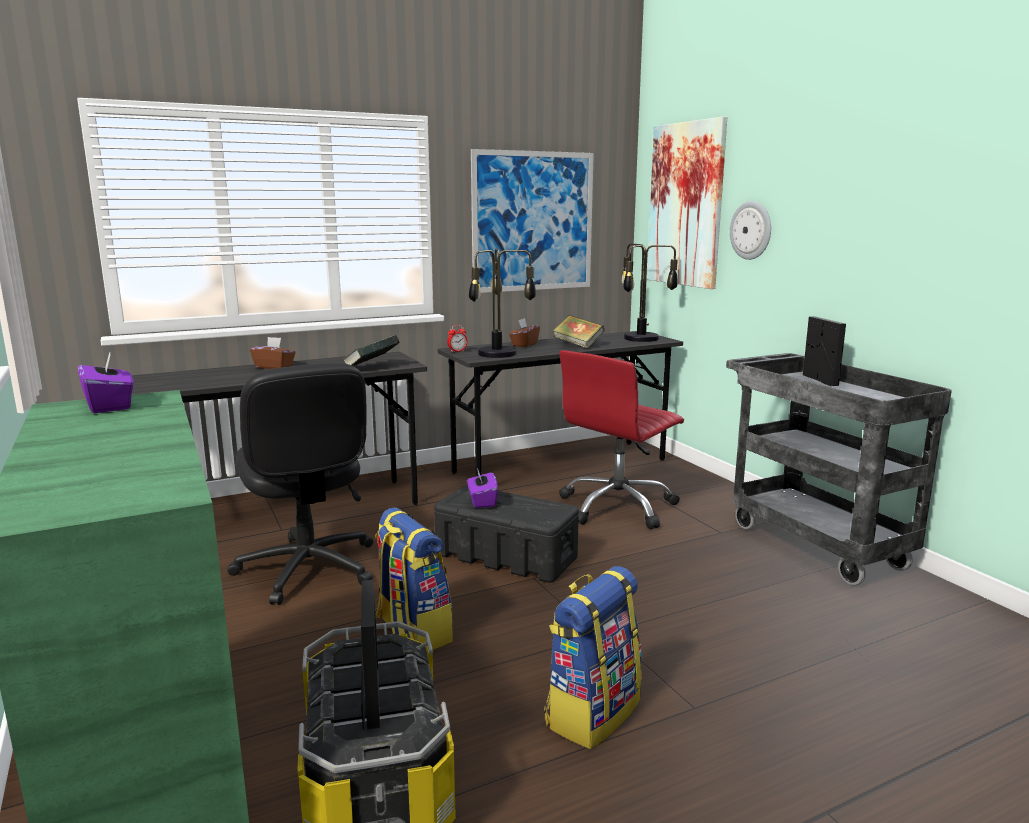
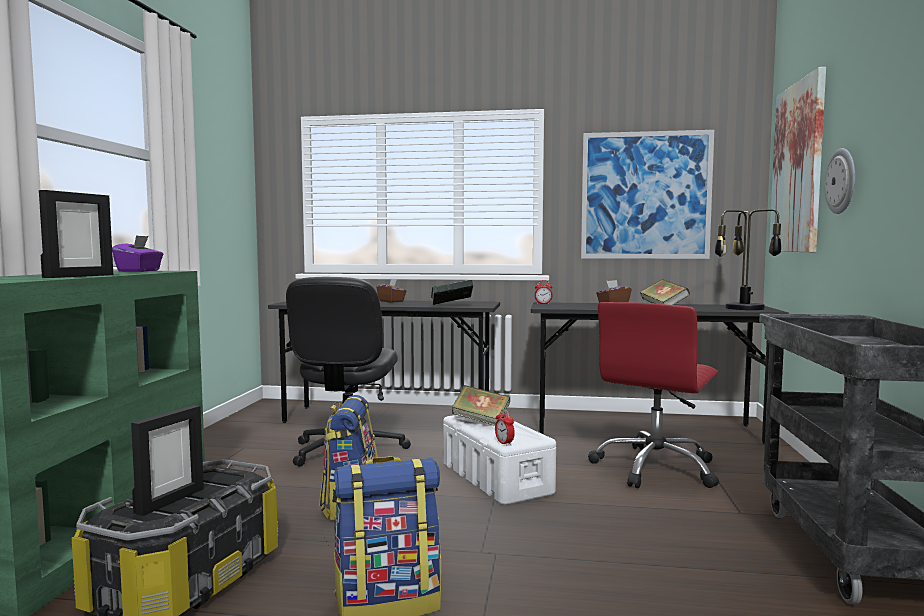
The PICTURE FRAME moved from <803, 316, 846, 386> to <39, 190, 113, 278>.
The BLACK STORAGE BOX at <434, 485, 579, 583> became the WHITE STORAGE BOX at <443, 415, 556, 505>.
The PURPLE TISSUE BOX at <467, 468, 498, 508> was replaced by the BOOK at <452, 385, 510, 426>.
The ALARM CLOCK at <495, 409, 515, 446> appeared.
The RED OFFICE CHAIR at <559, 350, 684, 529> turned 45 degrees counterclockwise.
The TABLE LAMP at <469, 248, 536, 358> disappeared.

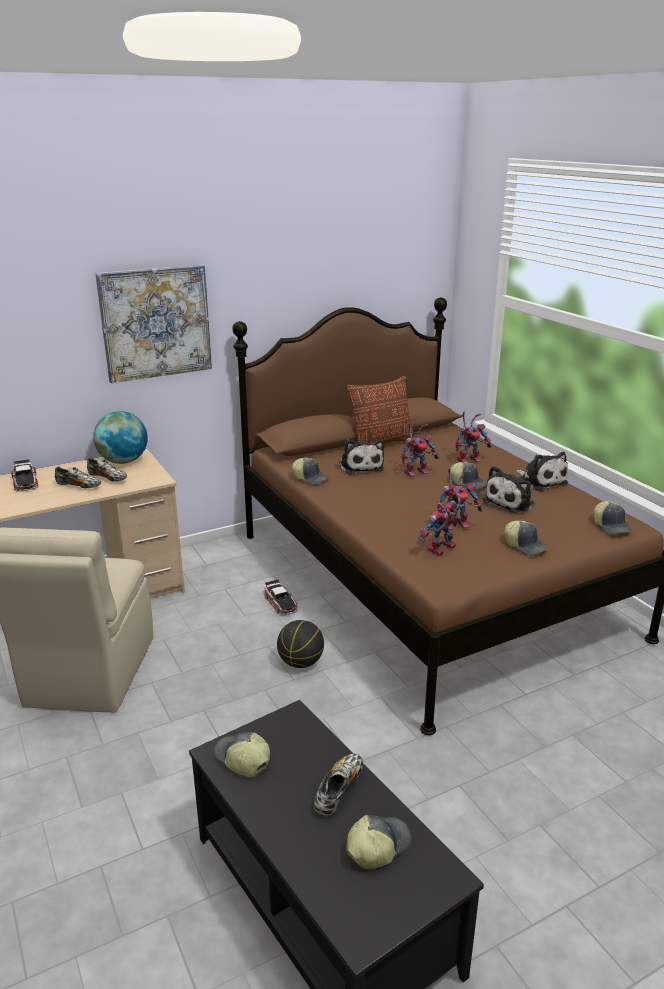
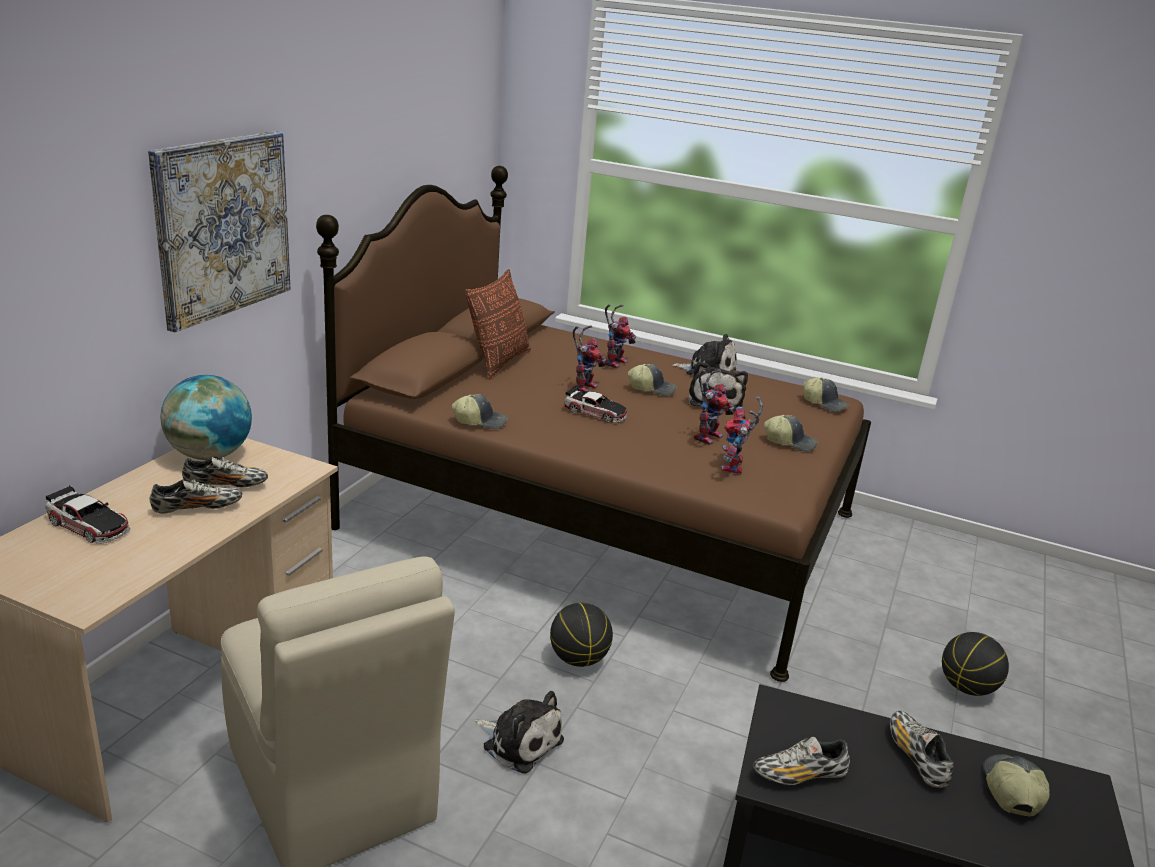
The PLUSH TOY moved from <339, 440, 384, 475> to <475, 691, 564, 774>.
The TOY CAR moved from <264, 580, 298, 615> to <564, 386, 627, 423>.
The CAP at <213, 732, 270, 777> was replaced by the SHOE at <753, 737, 850, 785>.
The BASKETBALL at <942, 632, 1009, 696> appeared.

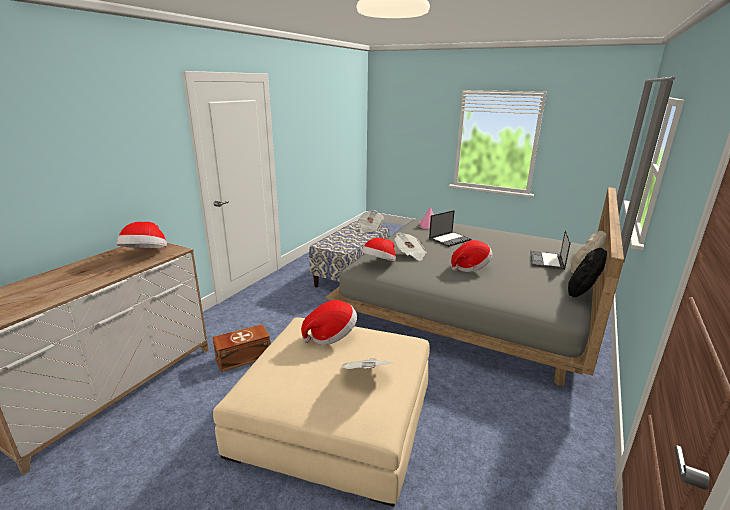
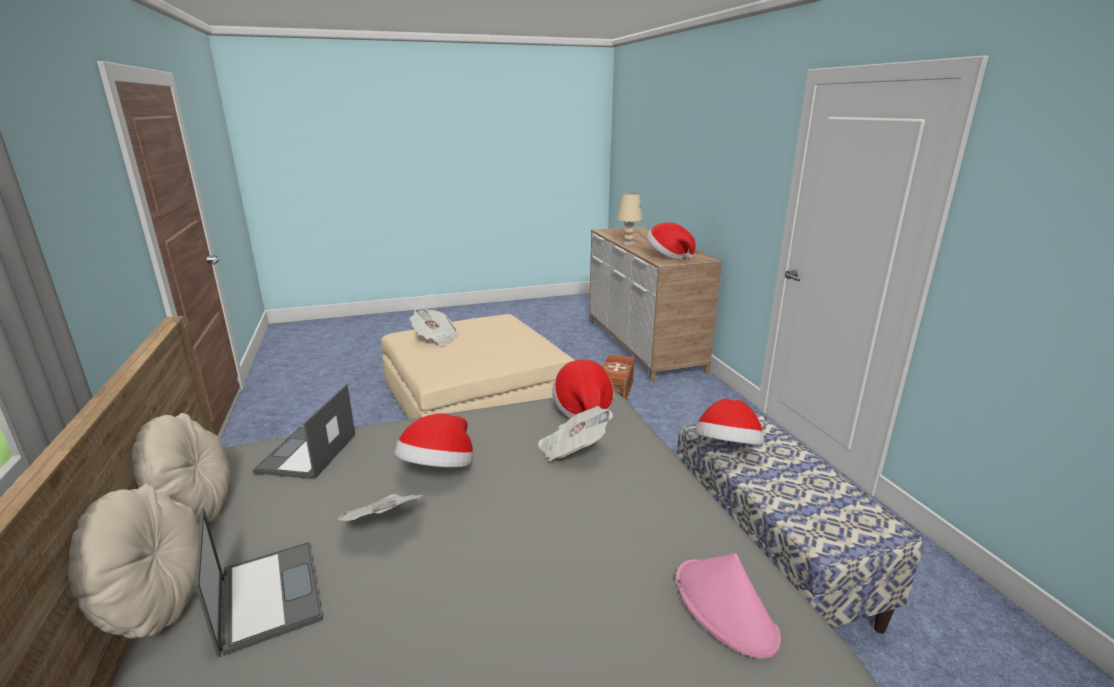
The BLACK PILLOW at <568, 248, 607, 297> became the BEIGE PILLOW at <132, 413, 230, 527>.
The LAPTOP moved from <429, 210, 472, 247> to <253, 384, 355, 479>.
The NEWSPAPER moved from <358, 210, 384, 233> to <337, 494, 425, 521>.
The BEIGE TABLE LAMP at <617, 192, 642, 245> appeared.
The HAT moved from <301, 300, 357, 345> to <695, 398, 764, 445>.

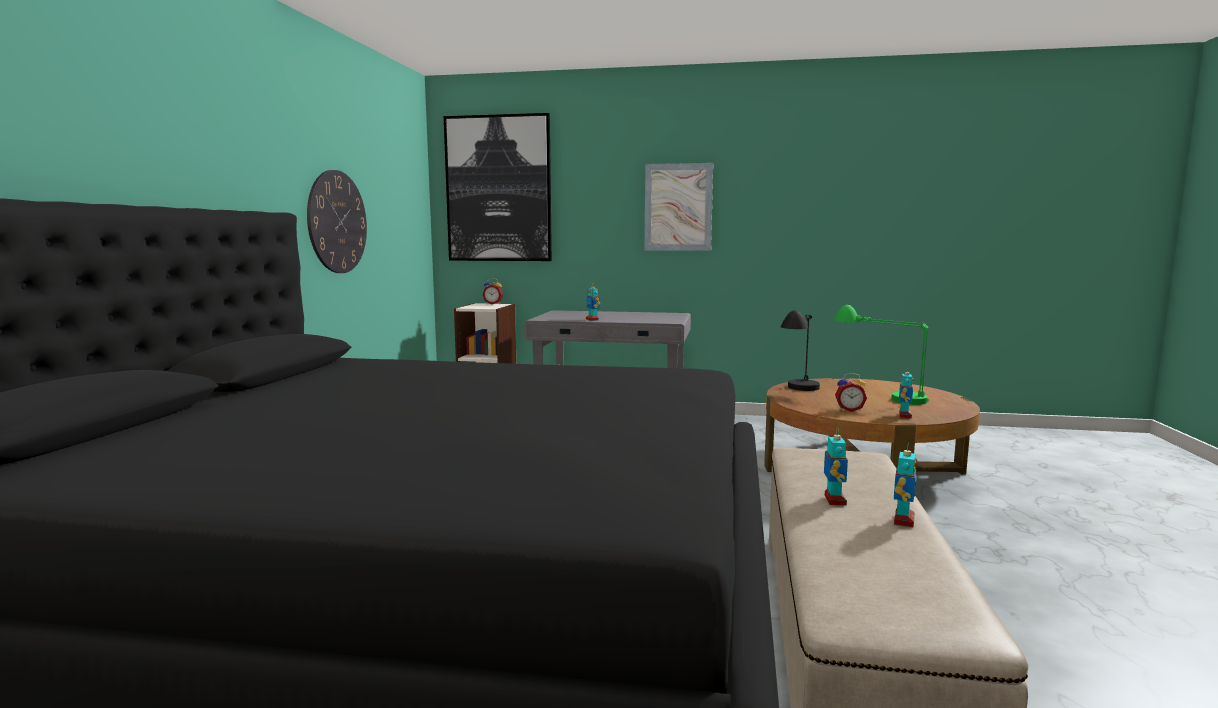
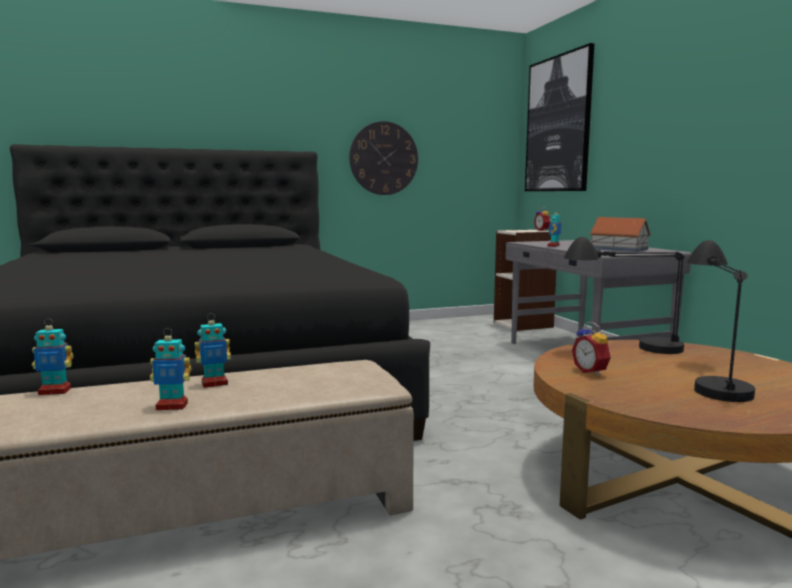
The TOY ROBOT moved from <899, 367, 913, 418> to <32, 318, 74, 395>.
The TOY HOUSE at <590, 217, 651, 252> appeared.
The GREEN TABLE LAMP at <834, 305, 929, 405> became the BLACK TABLE LAMP at <687, 240, 755, 402>.
The PICTURE at <645, 163, 713, 251> disappeared.

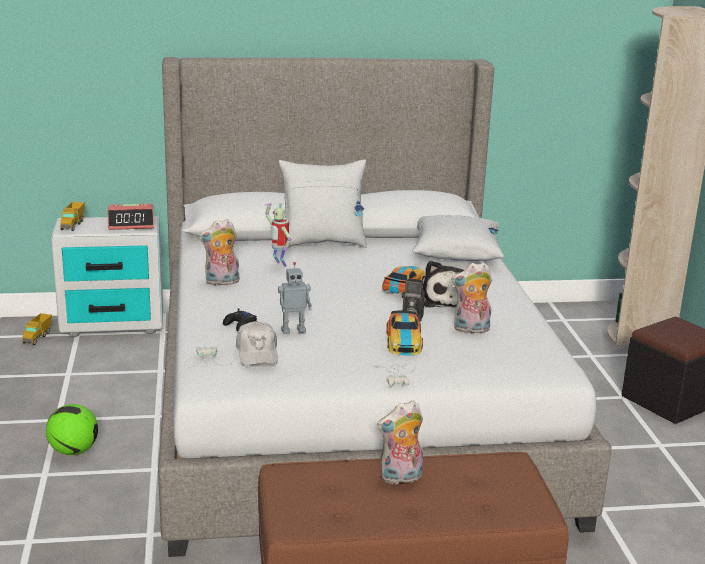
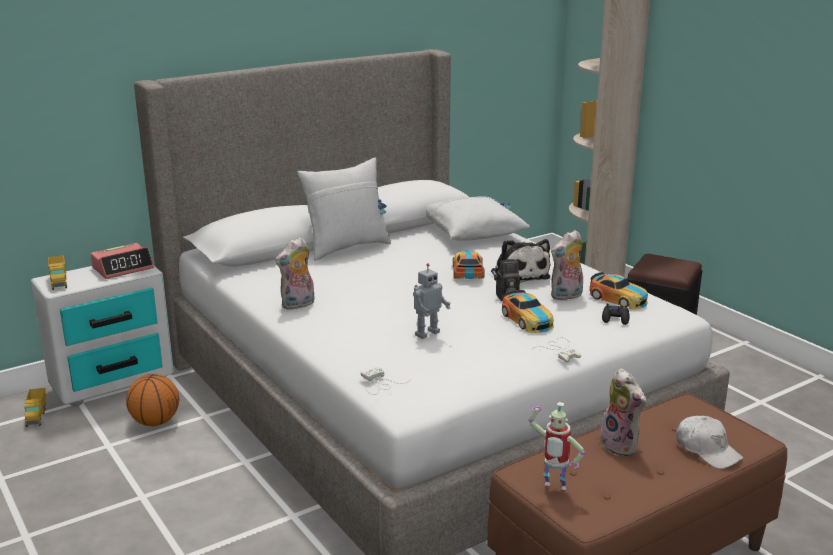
The BASKETBALL at <126, 374, 179, 426> appeared.
The TOY ROBOT moved from <265, 202, 291, 269> to <529, 402, 585, 490>.
The TOY CAR at <589, 272, 648, 309> appeared.
The PLUSH TOY at <377, 401, 423, 484> turned 75 degrees counterclockwise.
The BLACK GAME CONTROLLER moved from <223, 308, 257, 331> to <602, 304, 630, 325>.
The WHITE CAP moved from <236, 321, 278, 366> to <676, 416, 743, 469>.
The FOOTBALL at <46, 404, 98, 455> disappeared.

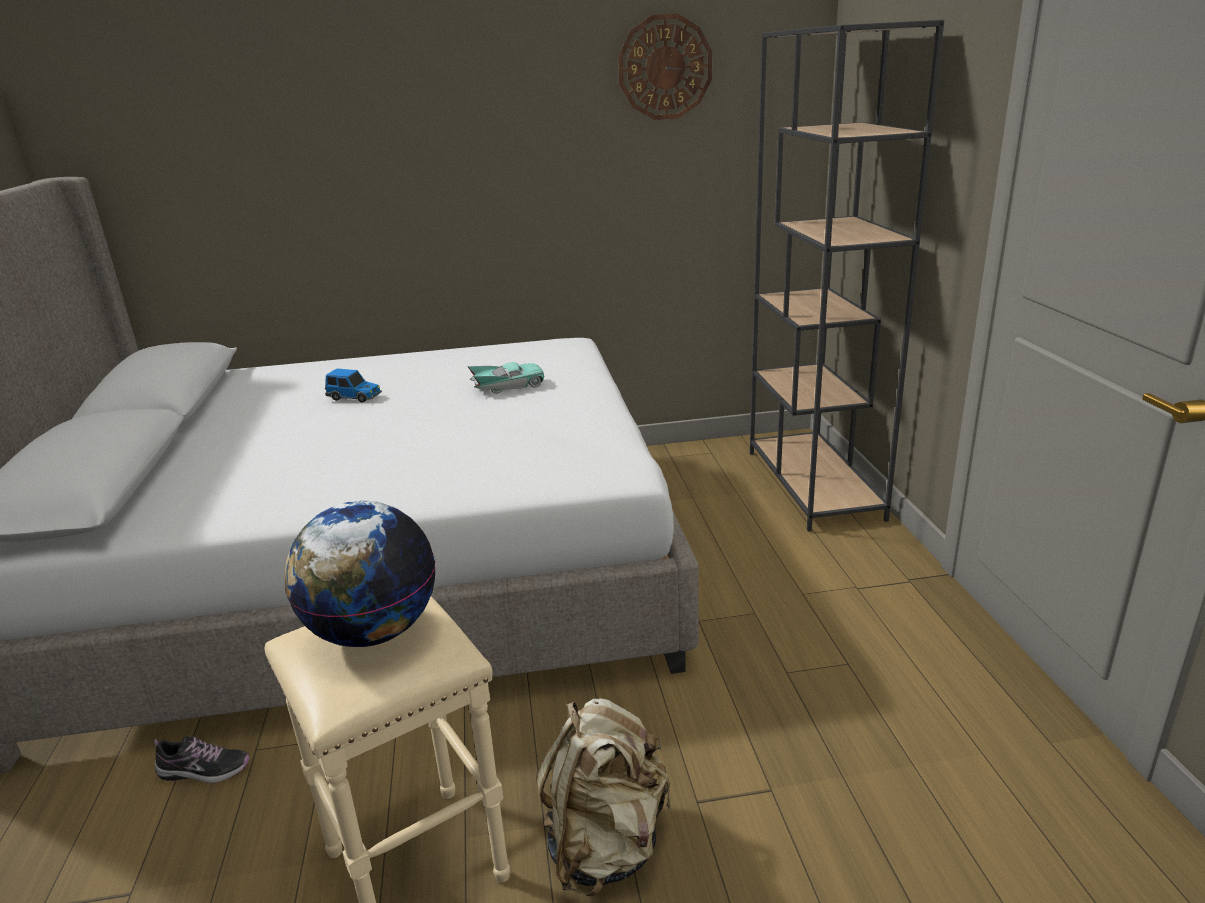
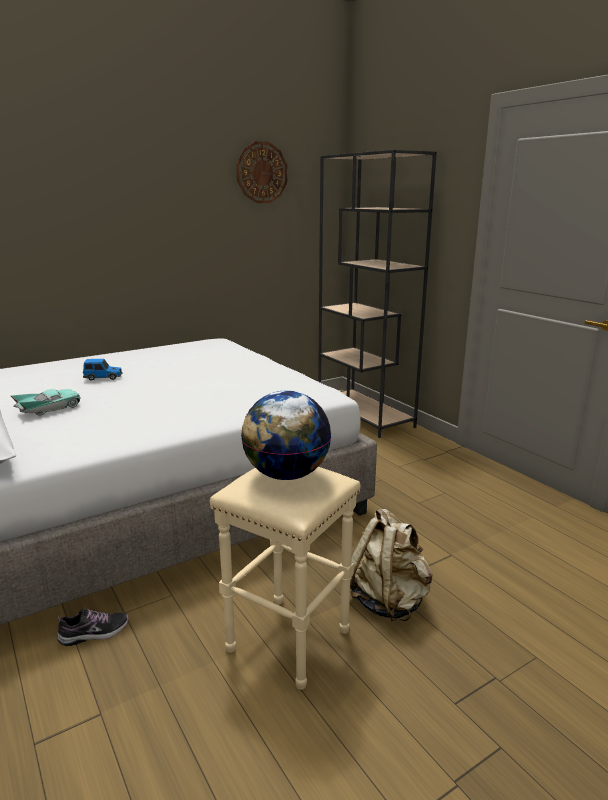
The TURQUOISE TOY CAR moved from <467, 362, 545, 394> to <11, 389, 80, 416>.

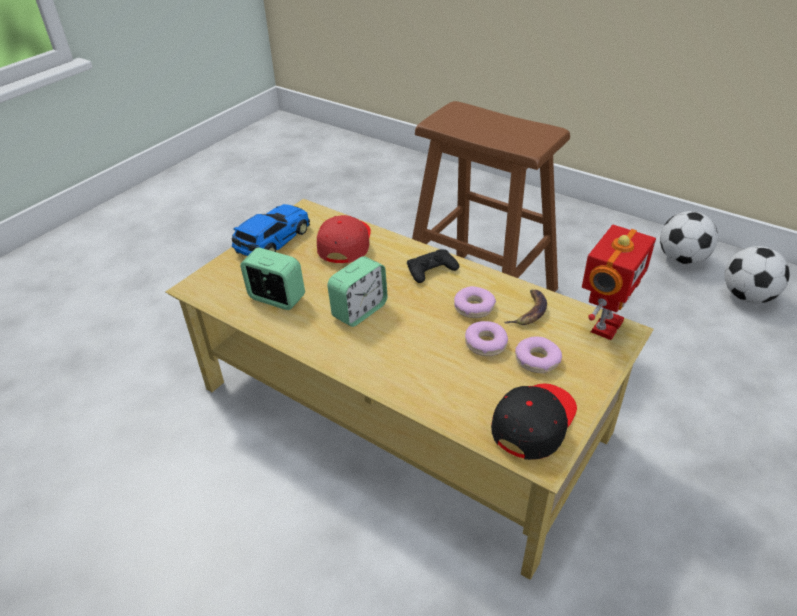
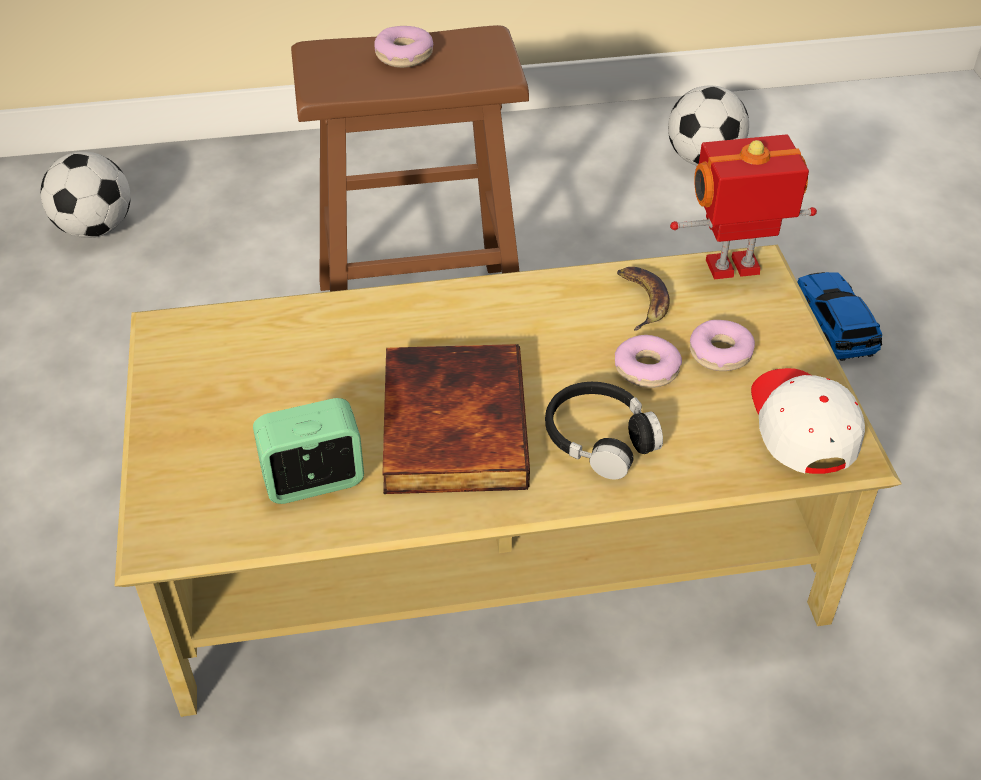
The FOOTBALL moved from <660, 211, 718, 265> to <41, 152, 131, 238>.
The DONUT moved from <454, 286, 496, 318> to <375, 26, 433, 68>.
The ALARM CLOCK at <327, 256, 388, 327> was replaced by the BOOK at <382, 344, 530, 494>.
The BLACK HEADPHONES at <545, 382, 663, 479> appeared.
The TOY ROBOT at <582, 225, 656, 340> turned 90 degrees counterclockwise.
The BLACK CAP at <491, 384, 577, 460> became the WHITE CAP at <751, 368, 865, 474>.
The TOY CAR moved from <232, 204, 310, 256> to <797, 272, 882, 361>.
The RED CAP at <317, 215, 371, 263> disappeared.
The BLACK GAME CONTROLLER at <407, 249, 459, 283> disappeared.

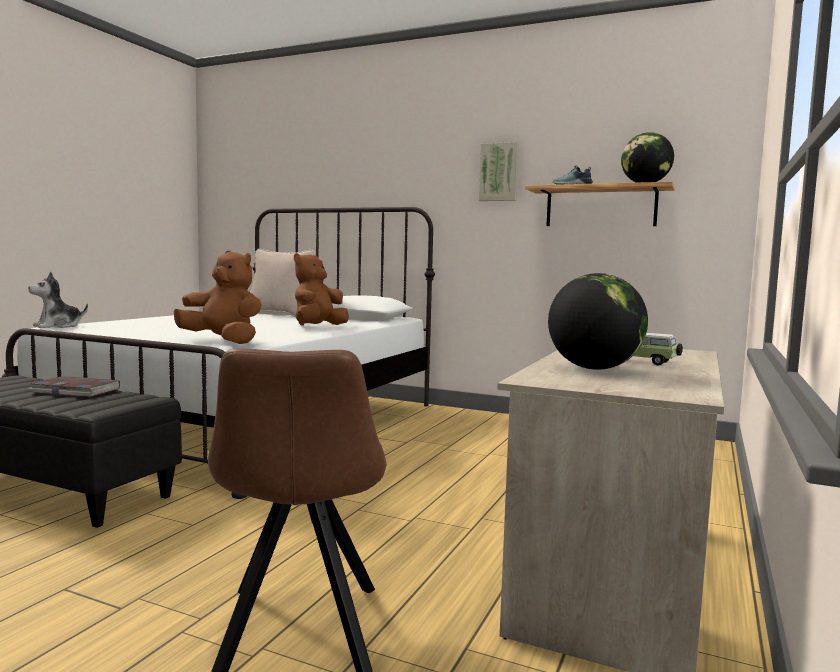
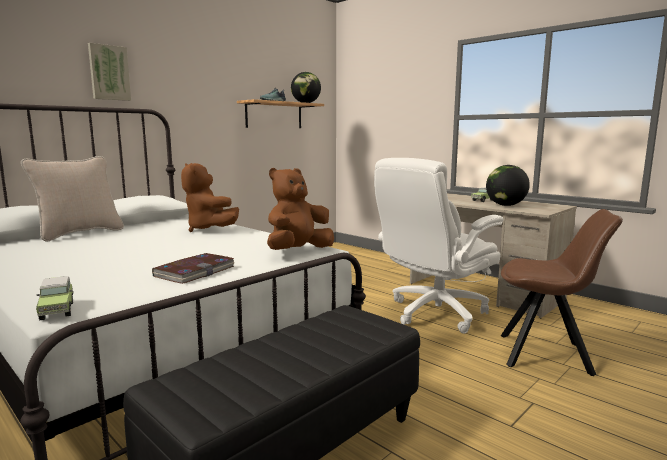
The PLUSH TOY at <28, 272, 88, 328> was replaced by the TOY CAR at <36, 276, 74, 320>.
The PICTURE moved from <479, 142, 519, 201> to <88, 43, 131, 101>.
The BOOK moved from <31, 376, 120, 397> to <152, 253, 235, 284>.
The WHITE OFFICE CHAIR at <374, 158, 503, 334> appeared.

